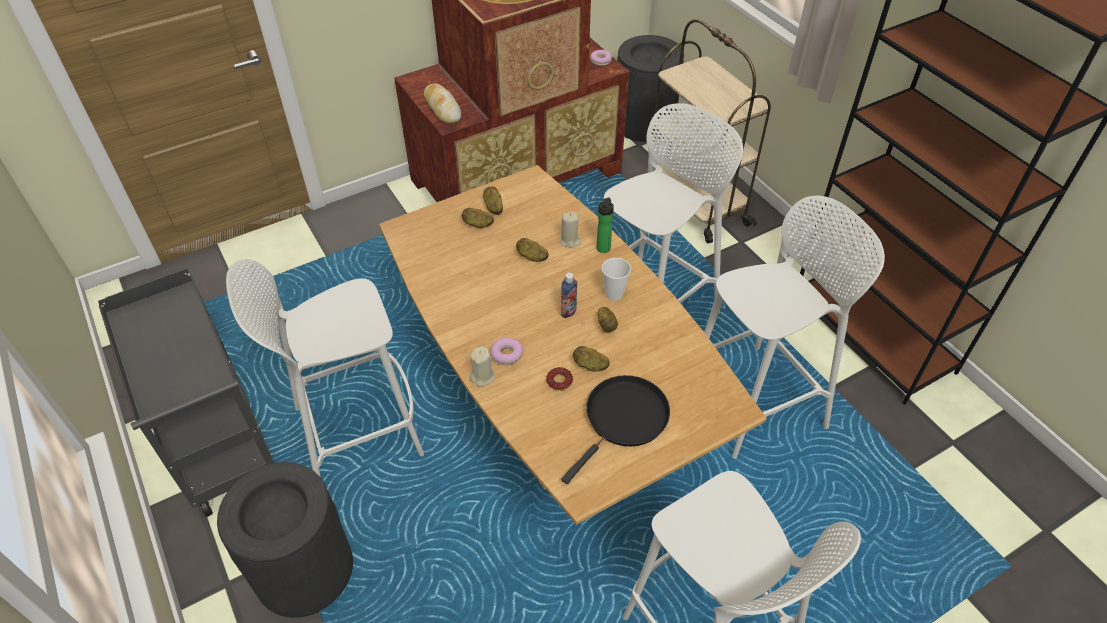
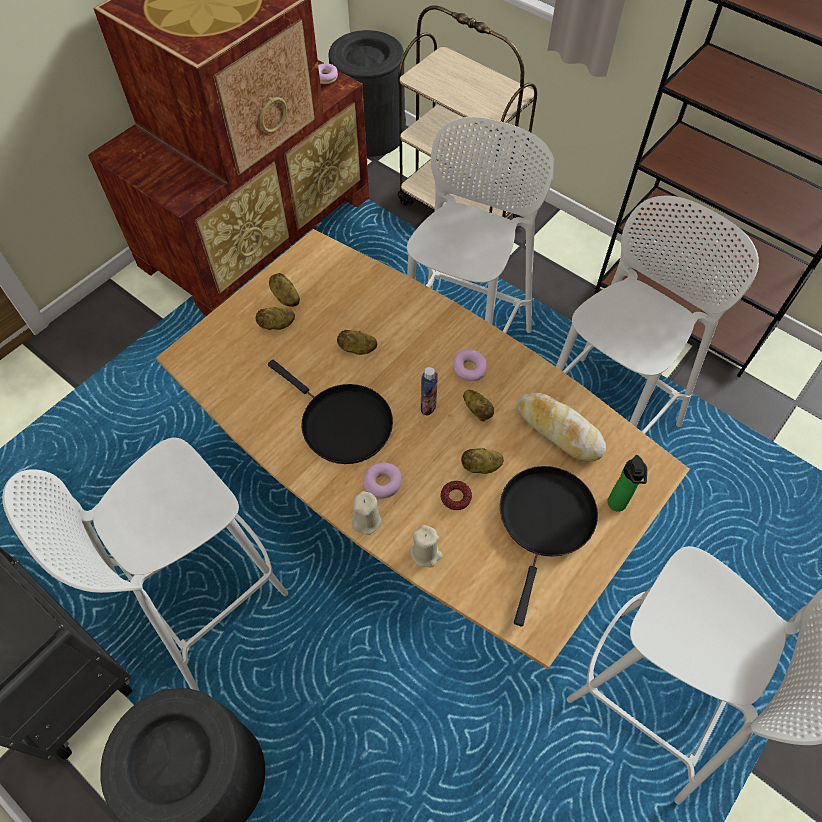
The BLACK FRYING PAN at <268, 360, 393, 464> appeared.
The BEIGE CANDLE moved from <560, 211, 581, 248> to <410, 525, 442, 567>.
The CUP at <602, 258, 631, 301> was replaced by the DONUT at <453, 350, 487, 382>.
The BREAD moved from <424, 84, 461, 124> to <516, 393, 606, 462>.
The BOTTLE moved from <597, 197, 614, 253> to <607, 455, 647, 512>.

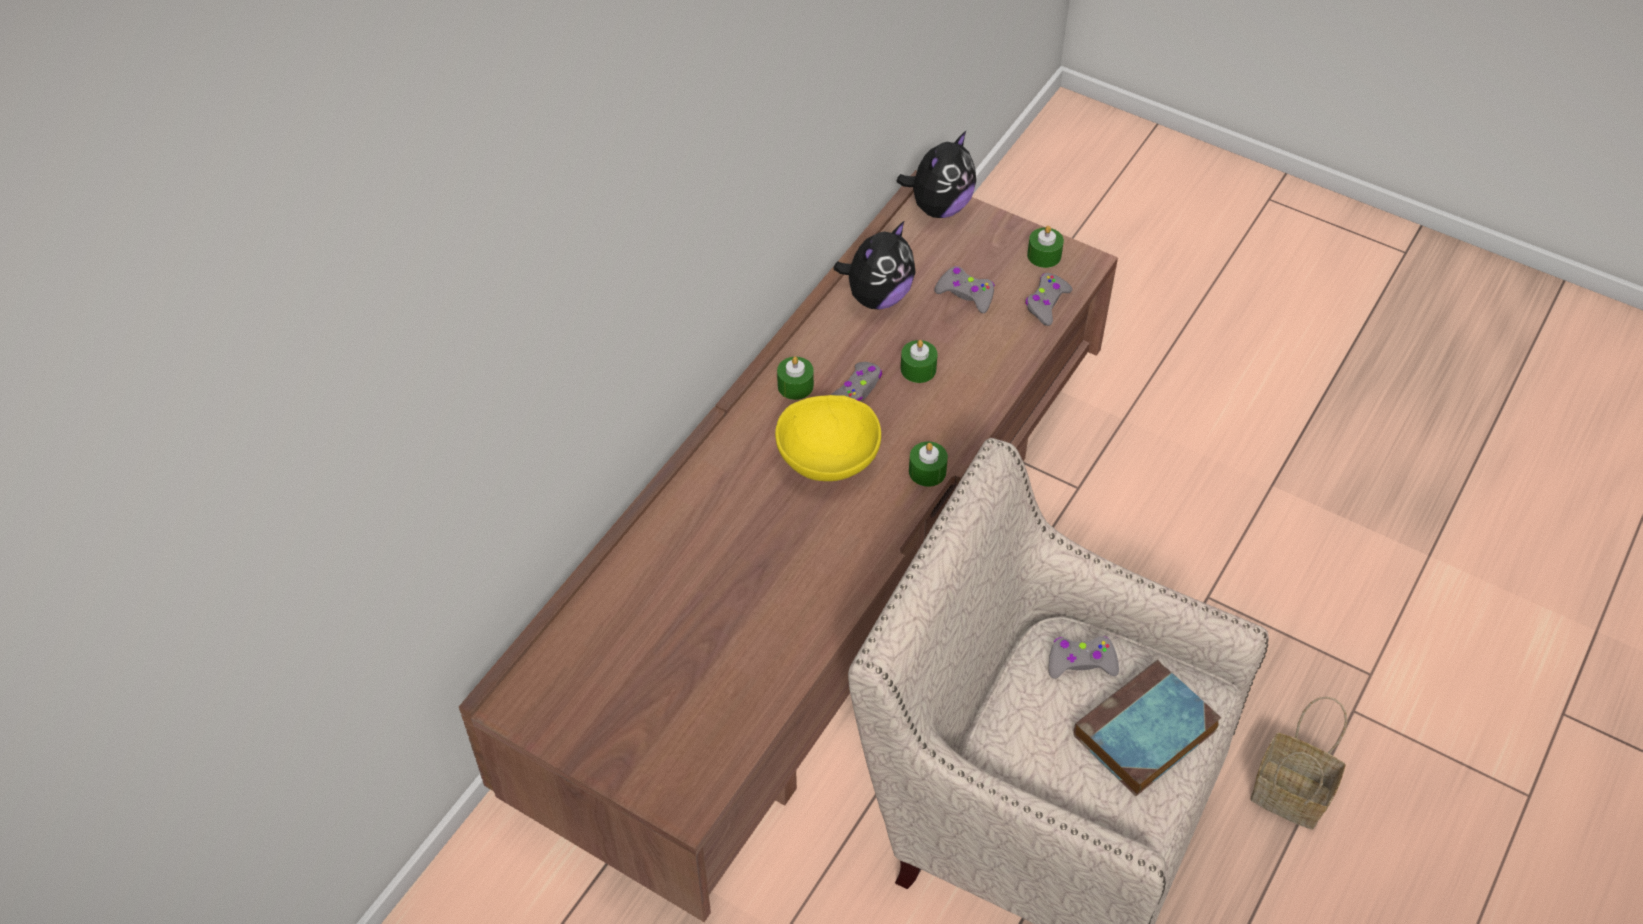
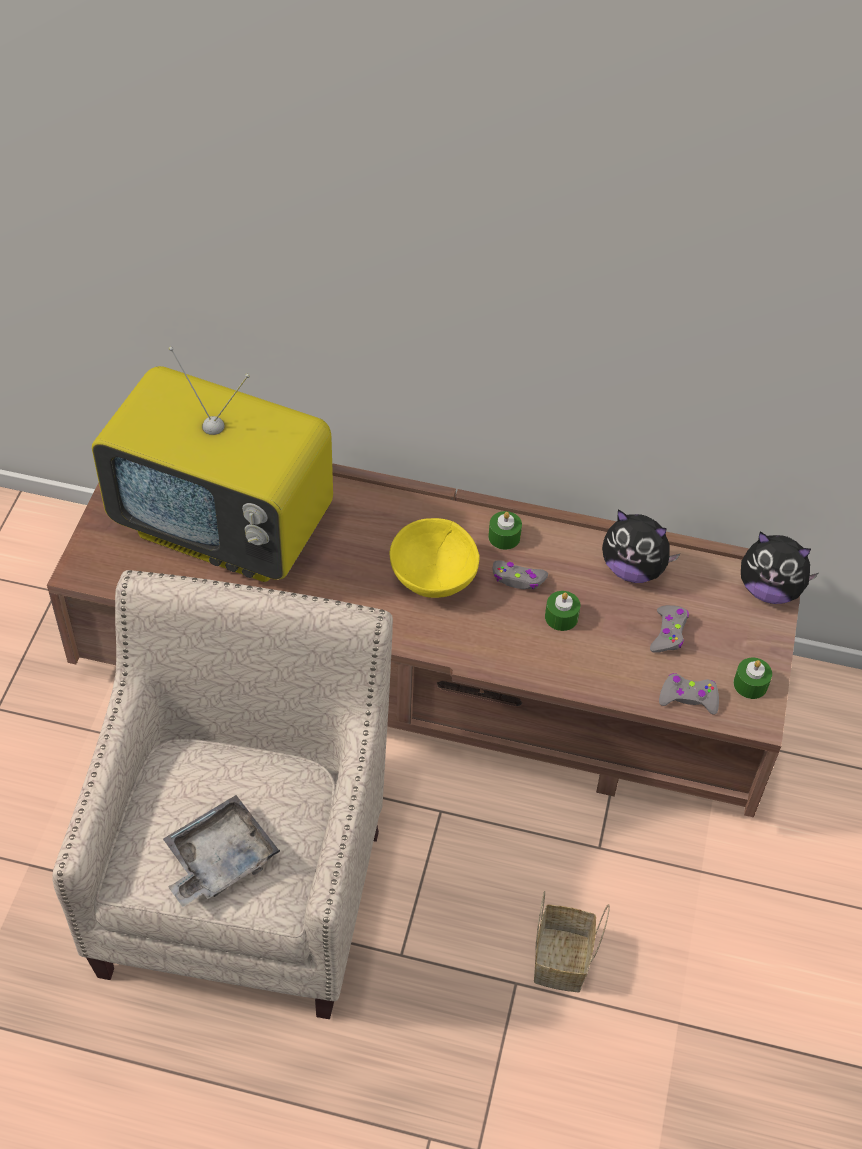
The TELEVISION at <92, 346, 333, 582> appeared.
The BOOK at <1073, 660, 1221, 796> was replaced by the GREY TRAY at <163, 795, 280, 907>.
The BASKET moved from <1250, 697, 1348, 830> to <534, 891, 610, 992>.
The GREEN CANDLE at <909, 441, 948, 487> disappeared.
The GREY GAME CONTROLLER at <1049, 636, 1119, 679> disappeared.

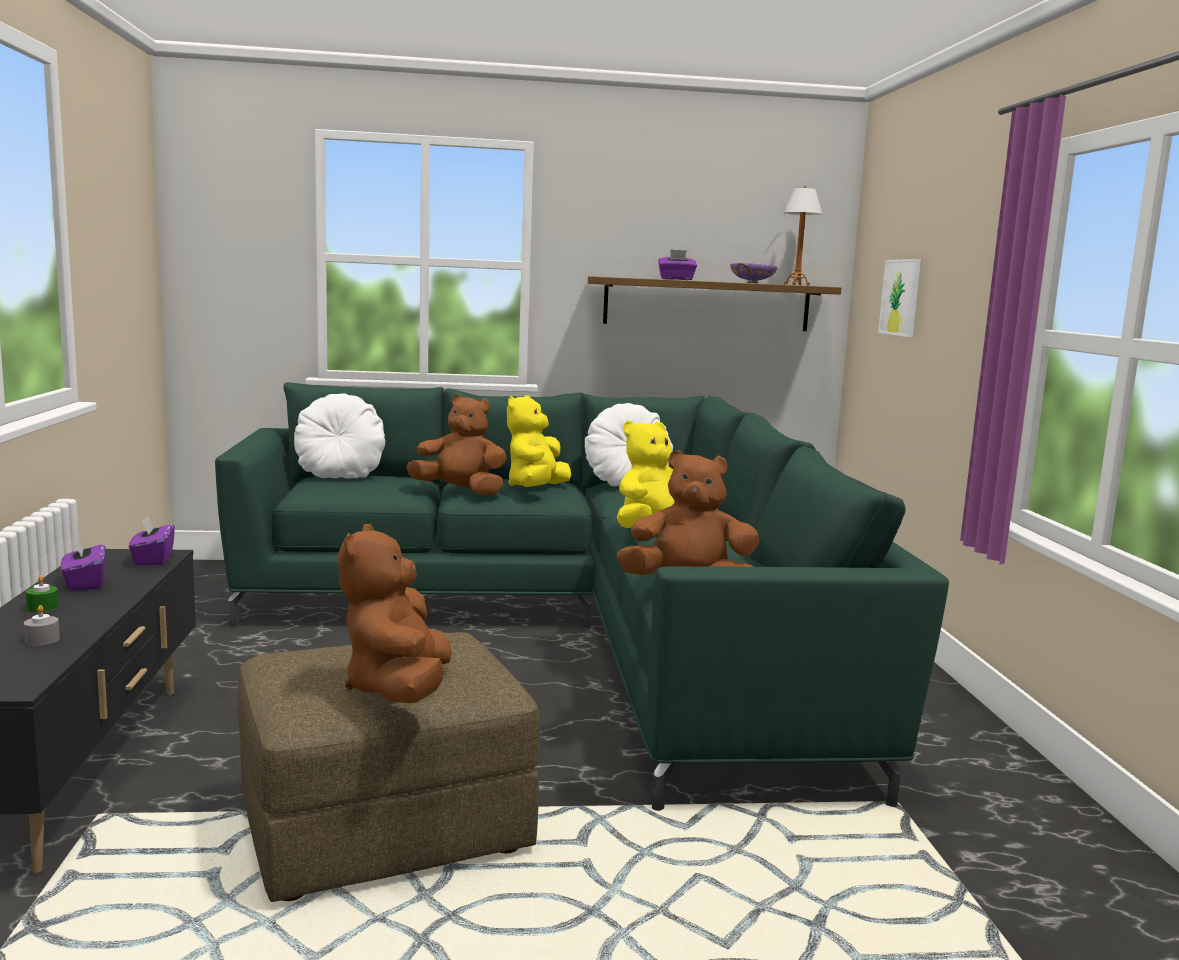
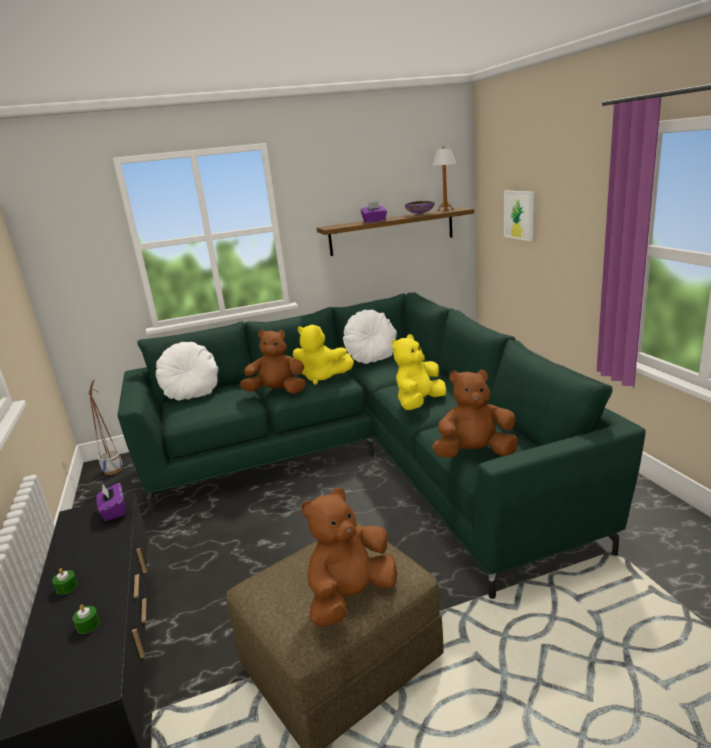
The GREY CANDLE at <24, 605, 60, 646> became the GREEN CANDLE at <72, 605, 100, 634>.
The PLANTER at <89, 380, 122, 475> appeared.
The YELLOW PLUSH TOY at <507, 395, 571, 487> turned 75 degrees counterclockwise.
The BROWN PLUSH TOY at <338, 524, 452, 703> turned 60 degrees clockwise.
The PURPLE TISSUE BOX at <61, 536, 106, 591> disappeared.

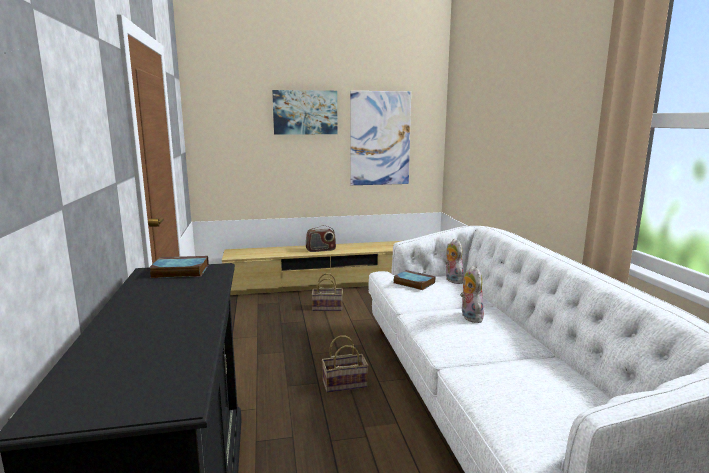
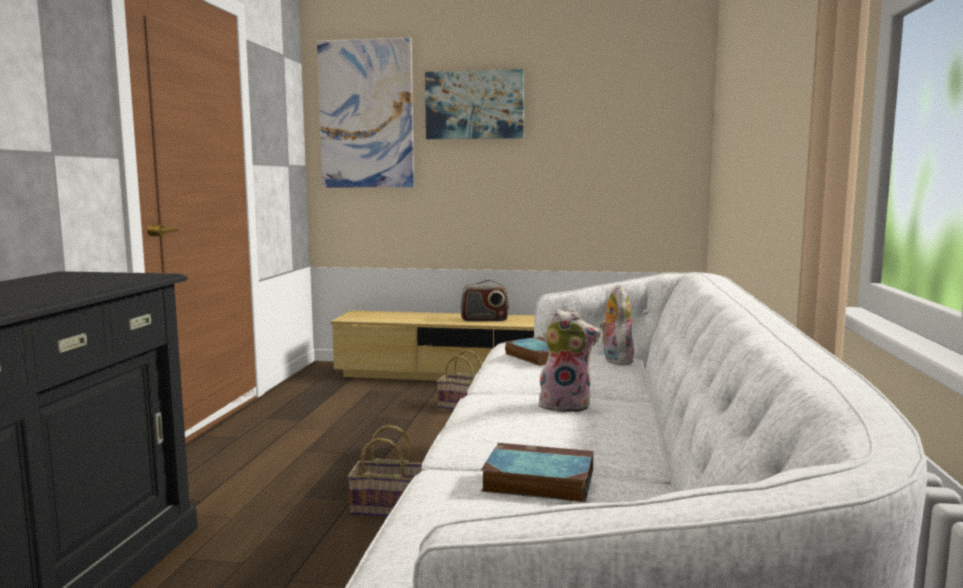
The PICTURE moved from <350, 91, 411, 185> to <317, 38, 414, 187>.
The BOOK moved from <149, 256, 209, 278> to <481, 443, 593, 502>.
The PLUSH TOY at <460, 266, 484, 323> turned 90 degrees clockwise.

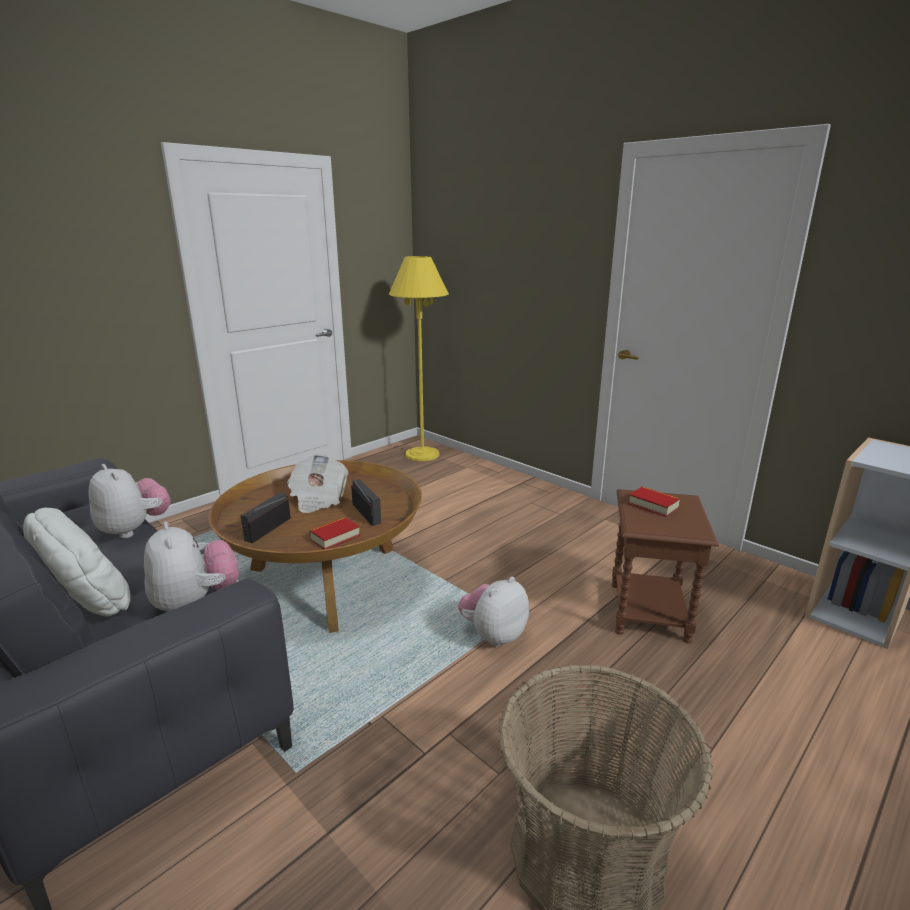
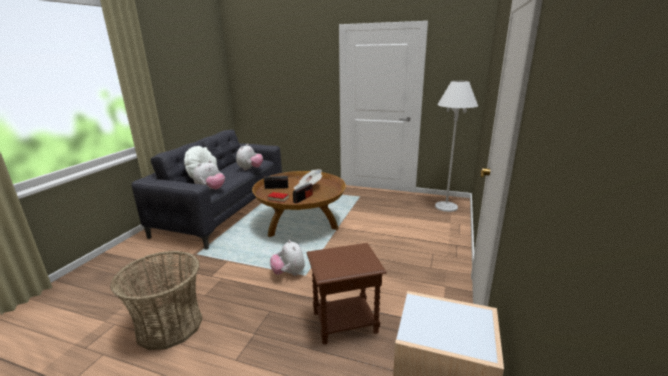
The PLUSH TOY at <458, 577, 529, 647> turned 135 degrees counterclockwise.
The YELLOW FLOOR LAMP at <389, 256, 449, 461> became the WHITE FLOOR LAMP at <435, 80, 478, 212>.
The BOOK at <628, 486, 680, 517> disappeared.

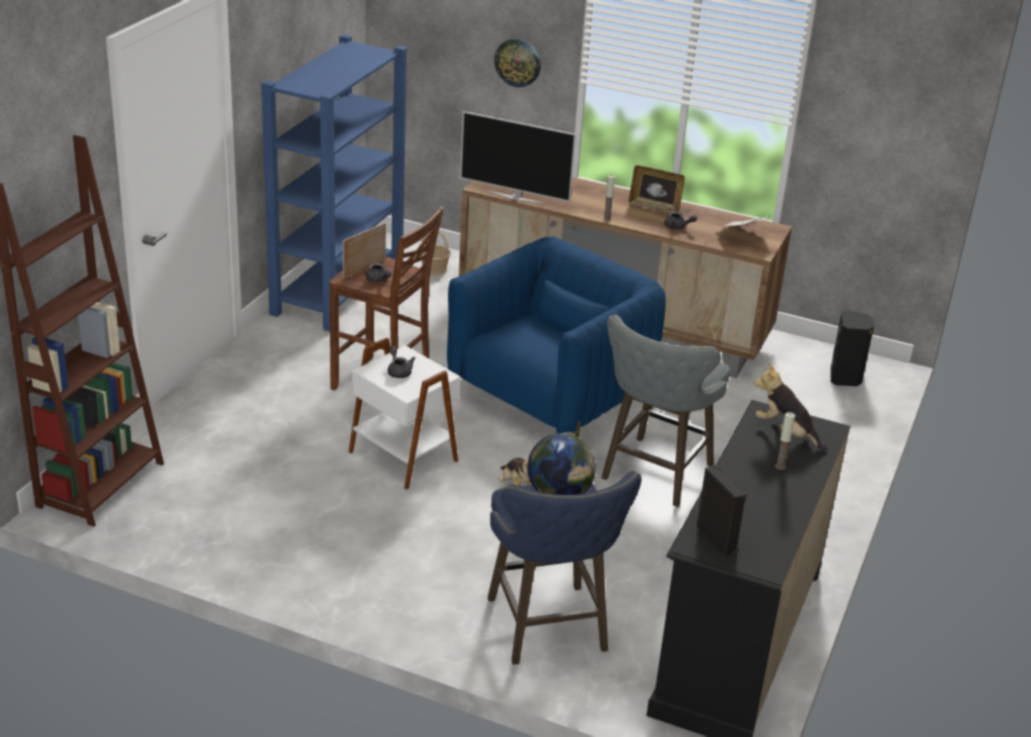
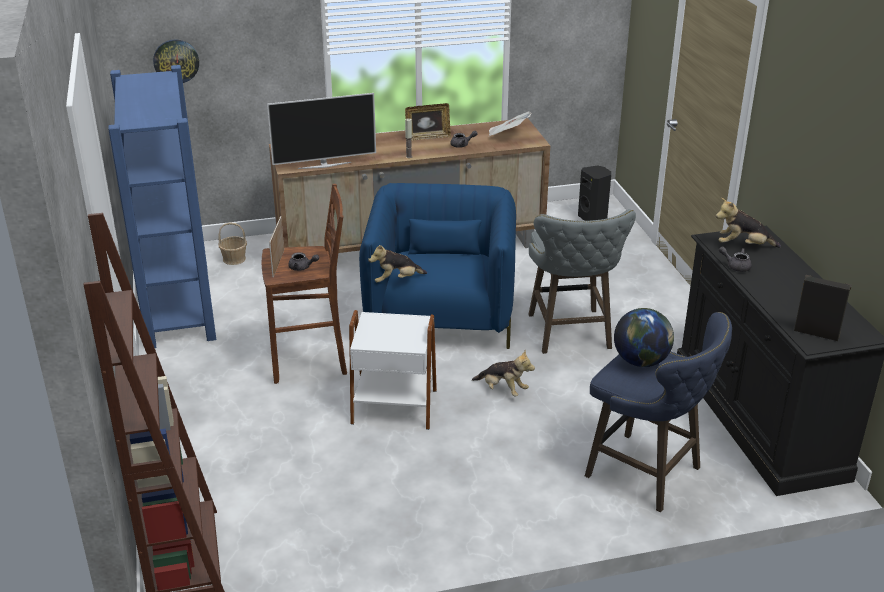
The WALL CLOCK moved from <494, 39, 541, 87> to <153, 39, 199, 83>.
The PLUSH TOY at <368, 245, 427, 283> appeared.
The GREY TEAPOT moved from <388, 346, 415, 378> to <719, 246, 752, 272>.
The CANDLE at <775, 412, 795, 470> disappeared.

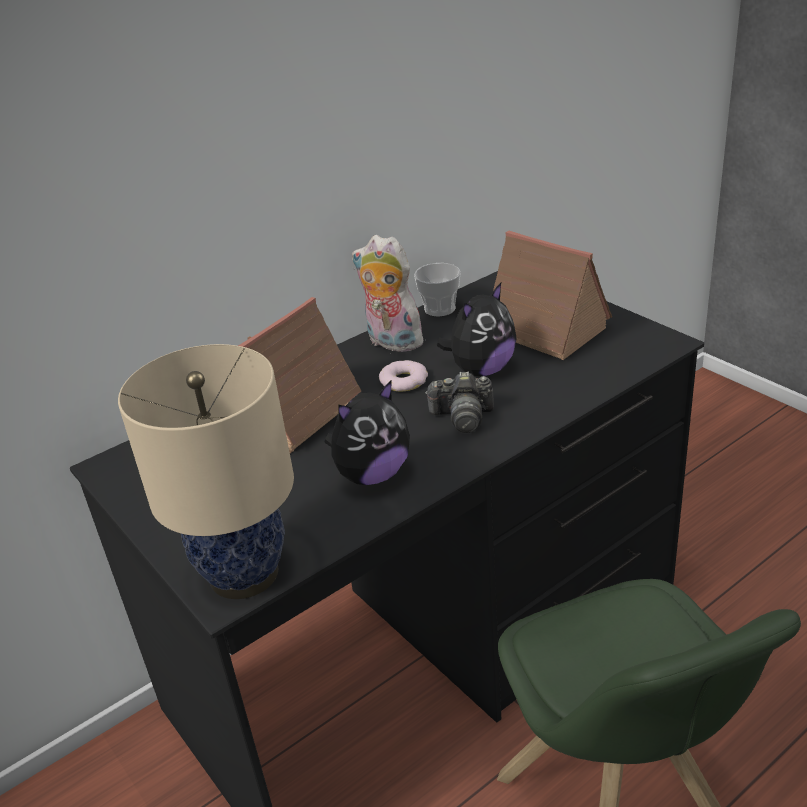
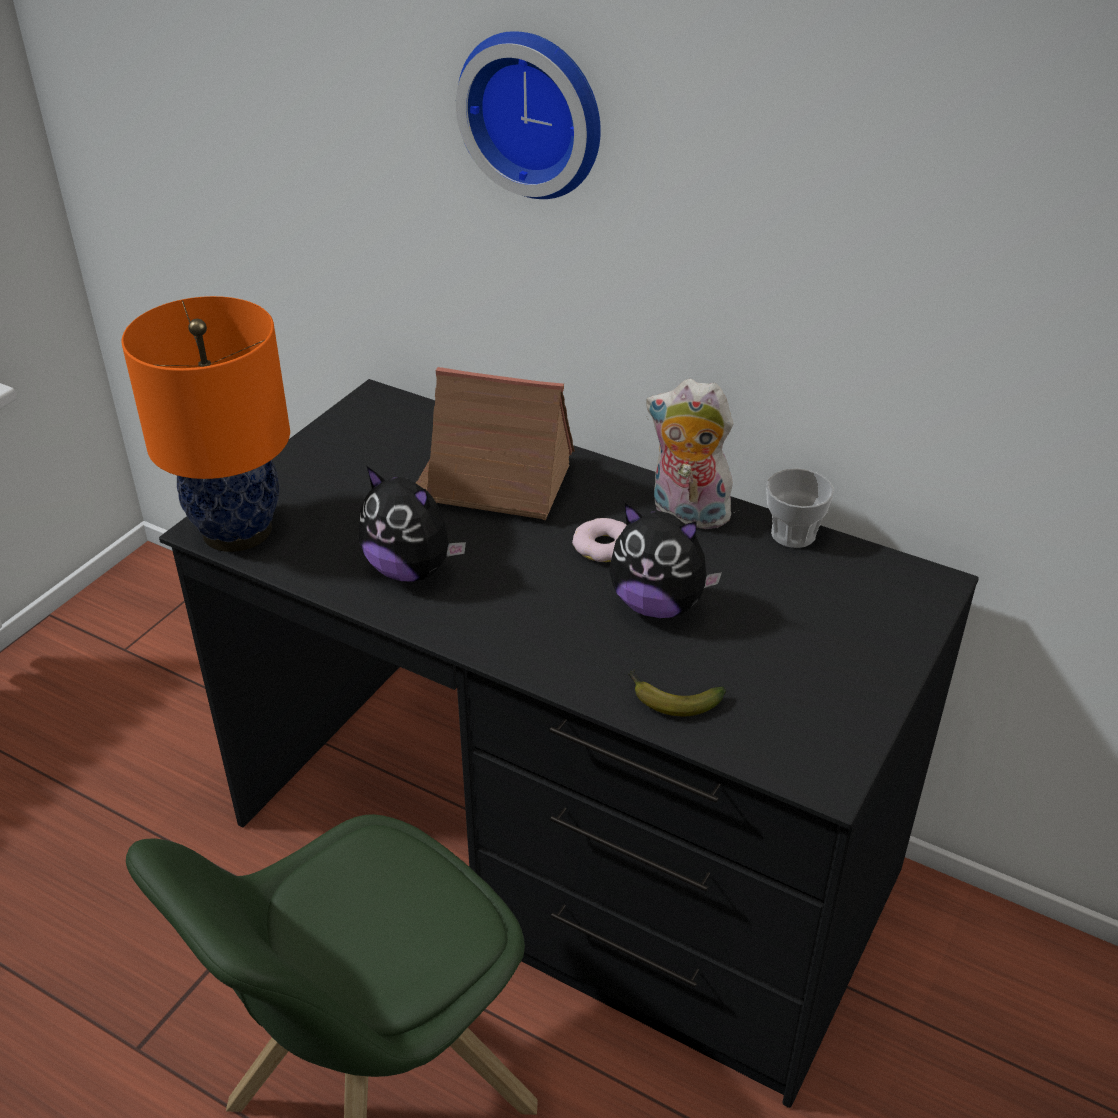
The BEIGE TABLE LAMP at <118, 344, 294, 599> became the ORANGE TABLE LAMP at <122, 296, 290, 552>.
The WALL CLOCK at <456, 31, 601, 199> appeared.
The BANANA at <628, 669, 726, 716> appeared.
The PLUSH TOY at <352, 235, 428, 352> turned 75 degrees counterclockwise.
The PHOTO CAMERA at <425, 371, 494, 433> disappeared.
The TOY HOUSE at <493, 231, 612, 360> disappeared.

